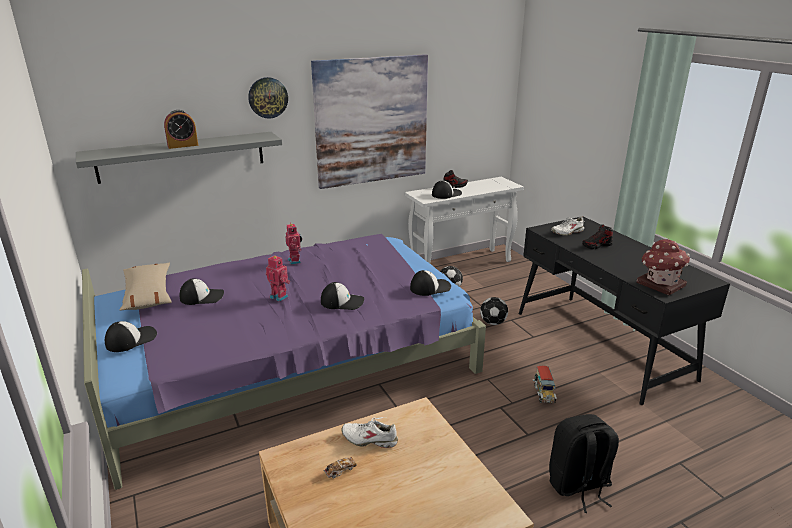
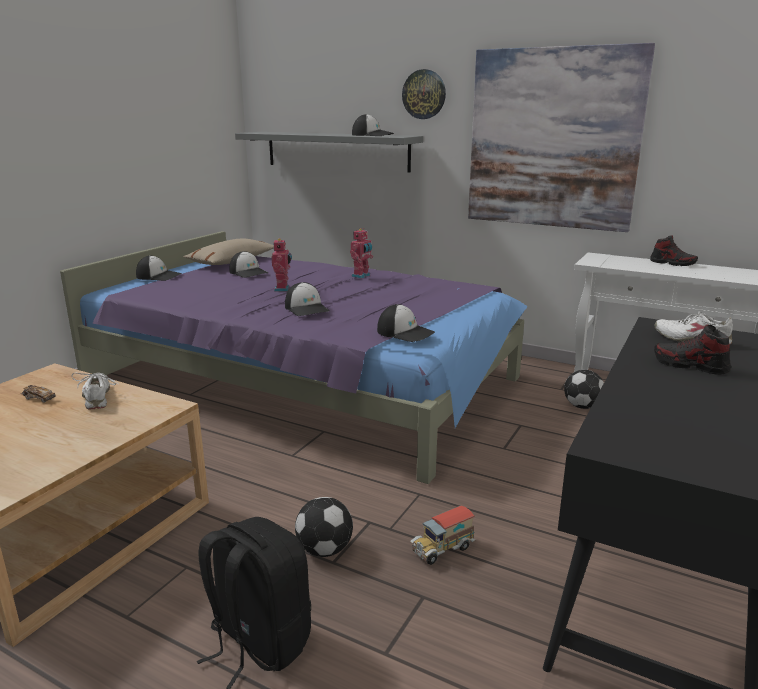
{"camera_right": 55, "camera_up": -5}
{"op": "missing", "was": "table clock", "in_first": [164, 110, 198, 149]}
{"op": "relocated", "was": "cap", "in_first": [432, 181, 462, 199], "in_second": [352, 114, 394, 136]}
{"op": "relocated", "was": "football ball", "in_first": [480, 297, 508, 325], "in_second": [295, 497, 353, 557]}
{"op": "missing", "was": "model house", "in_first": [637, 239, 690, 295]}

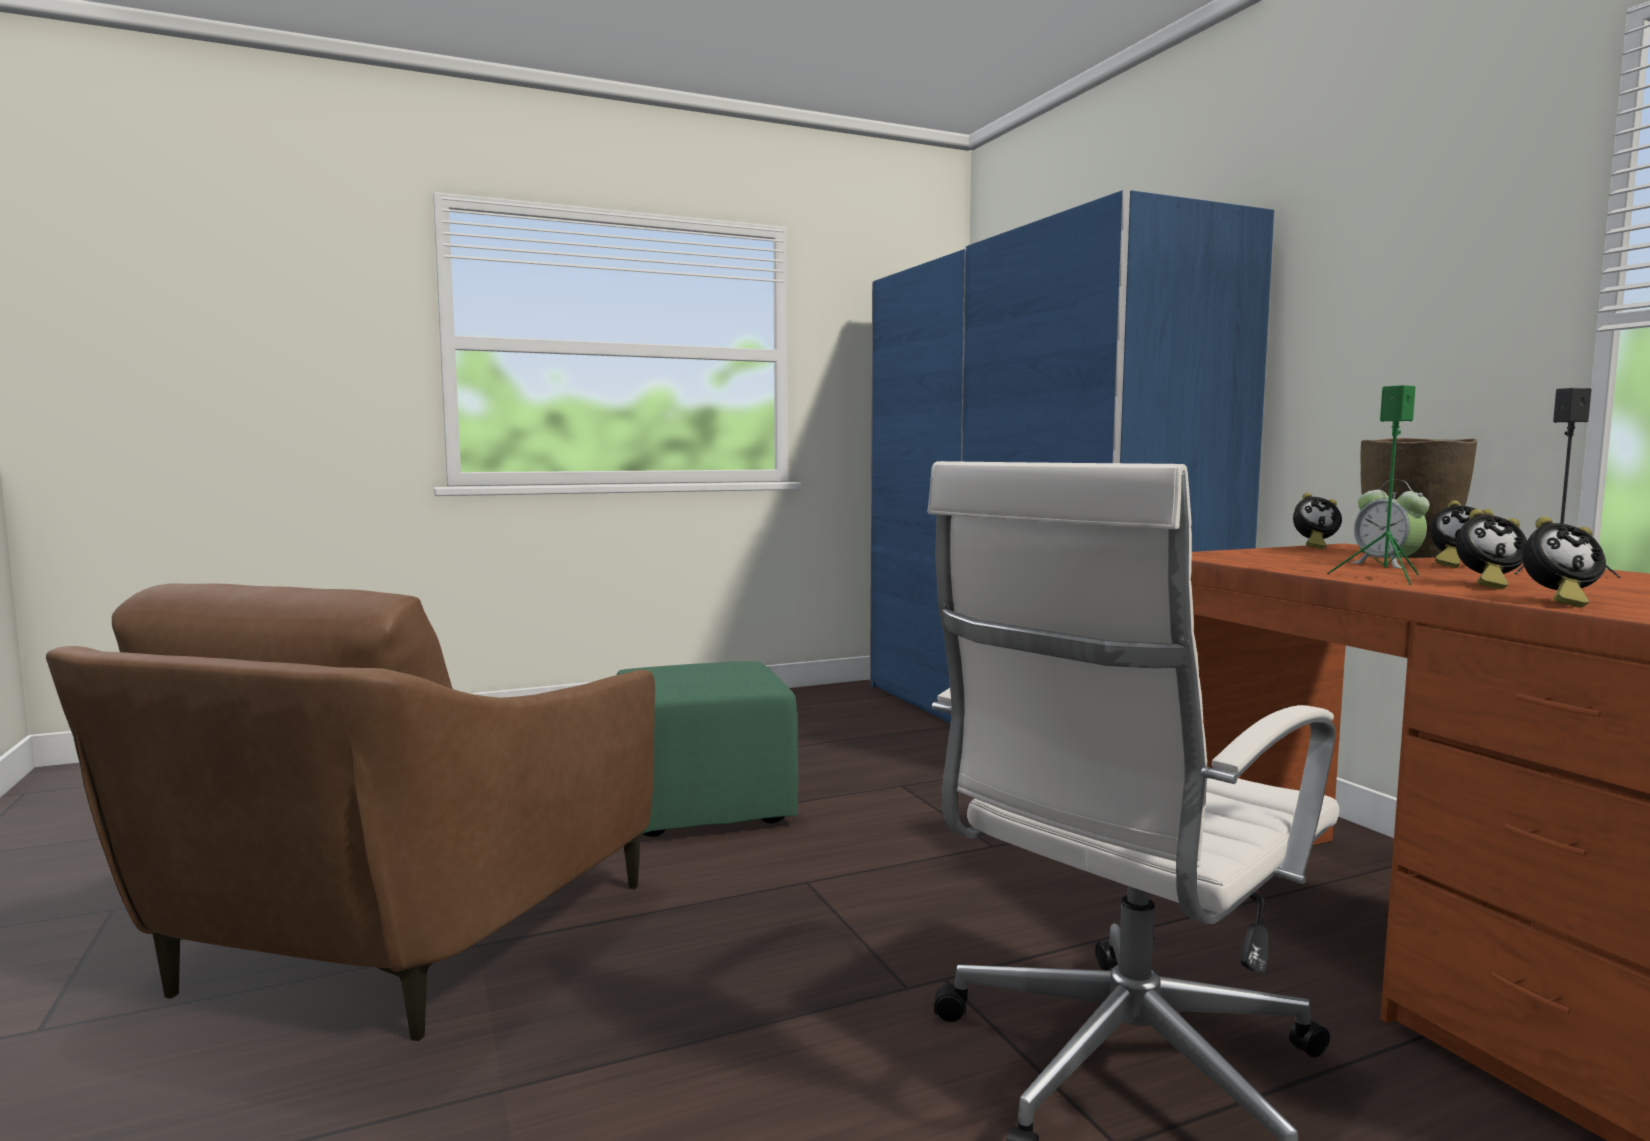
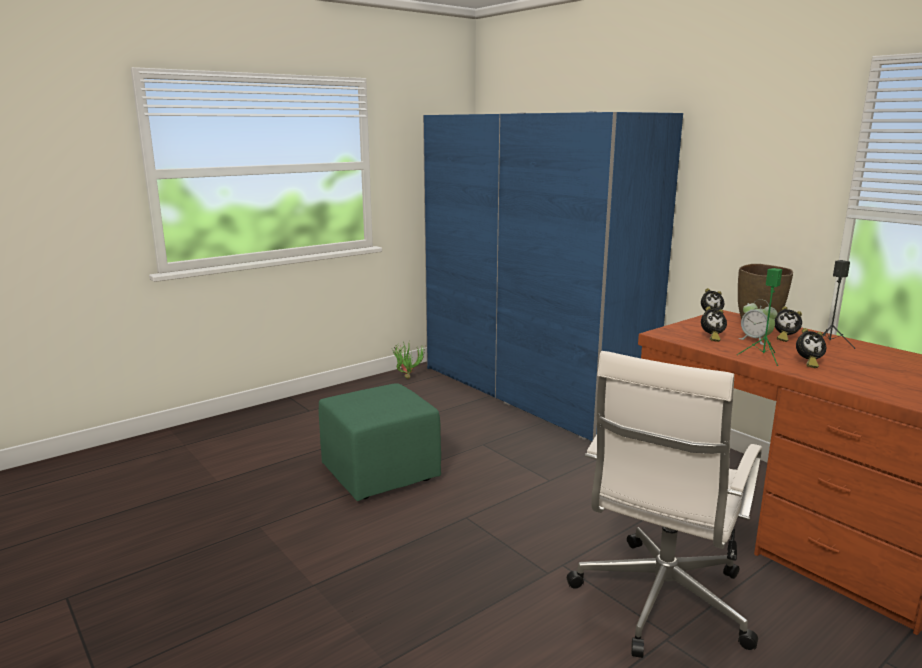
{"camera_right": -15, "camera_up": 10}
{"op": "missing", "was": "armchair in brown", "in_first": [46, 583, 655, 1041]}
{"op": "relocated", "was": "table clock", "in_first": [1522, 516, 1606, 607], "in_second": [701, 306, 727, 342]}
{"op": "appeared", "now": "plant in a pot", "in_second": [392, 344, 425, 379]}

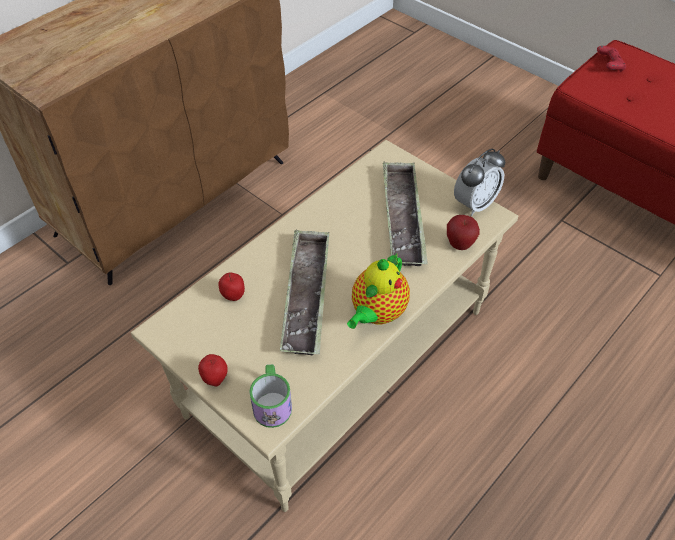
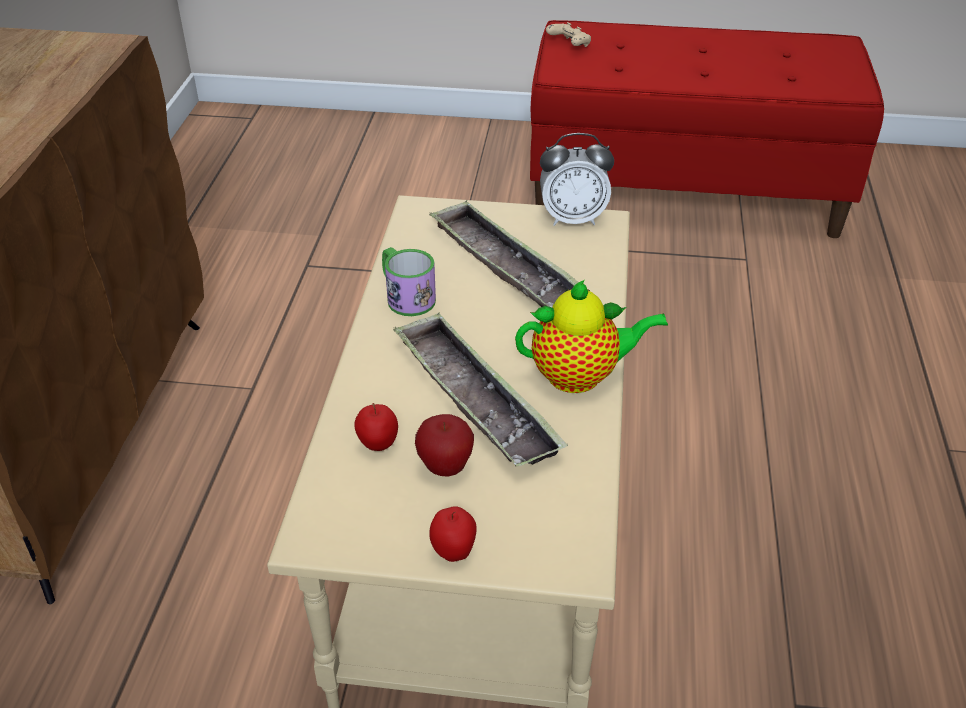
{"camera_right": -35, "camera_up": -10}
{"op": "relocated", "was": "tea mug", "in_first": [249, 364, 292, 428], "in_second": [382, 247, 436, 316]}
{"op": "spun", "was": "teapot", "in_first": [347, 253, 410, 329], "in_second": [515, 280, 668, 393], "clockwise": -90}
{"op": "relocated", "was": "apple", "in_first": [447, 215, 480, 250], "in_second": [415, 414, 474, 477]}
{"op": "spun", "was": "table clock", "in_first": [454, 148, 505, 216], "in_second": [540, 133, 614, 226], "clockwise": 75}
{"op": "colour", "was": "joypad in red", "now": "joypad in beige-coloured", "in_first": [597, 46, 626, 72], "in_second": [546, 22, 591, 47]}

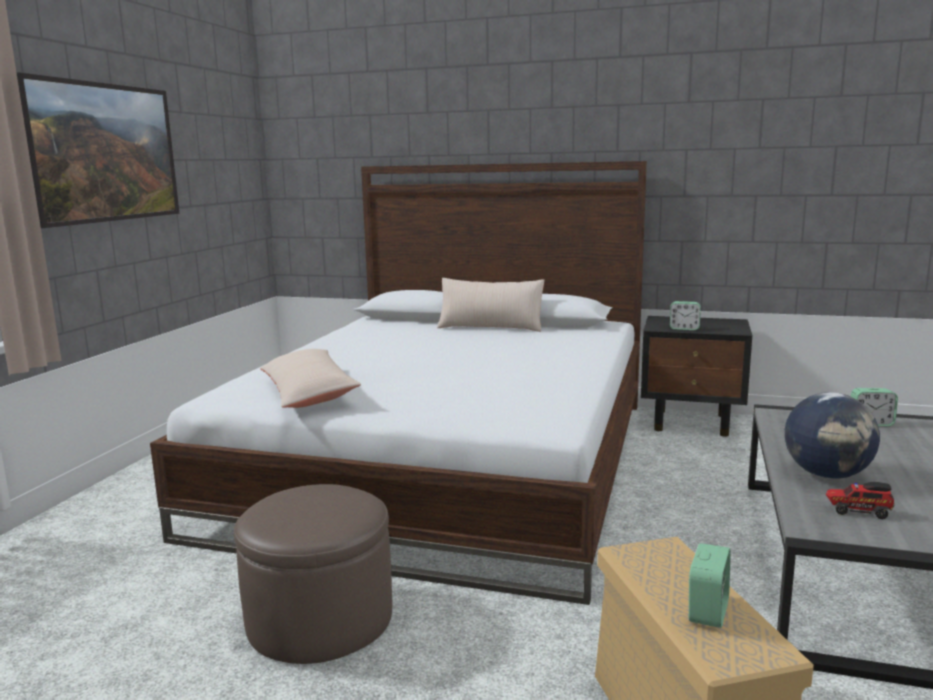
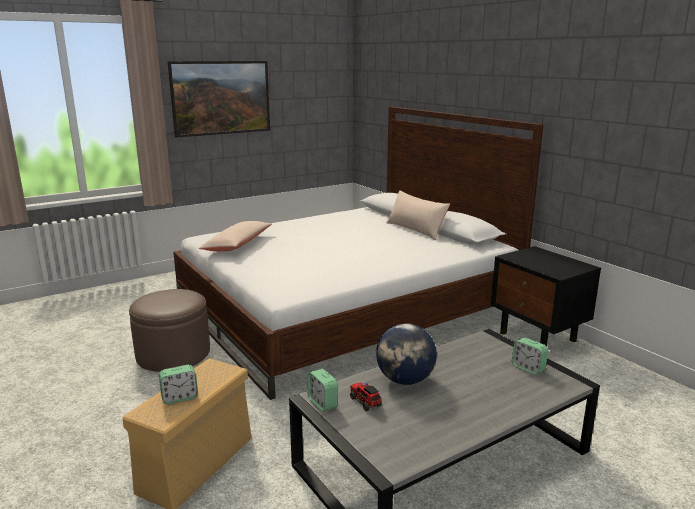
{"camera_right": 40, "camera_up": 5}
{"op": "relocated", "was": "table clock", "in_first": [670, 301, 701, 330], "in_second": [307, 369, 338, 411]}

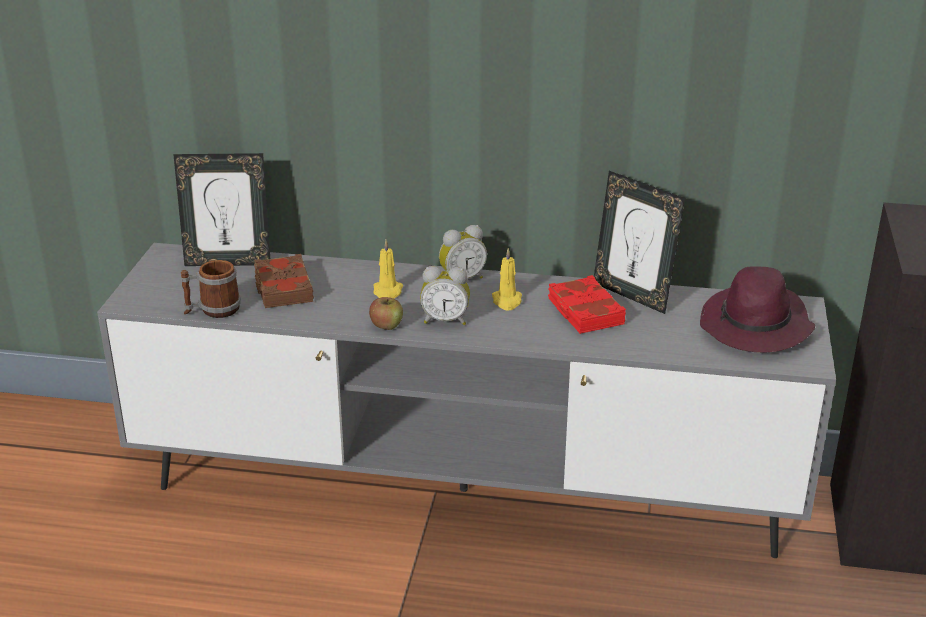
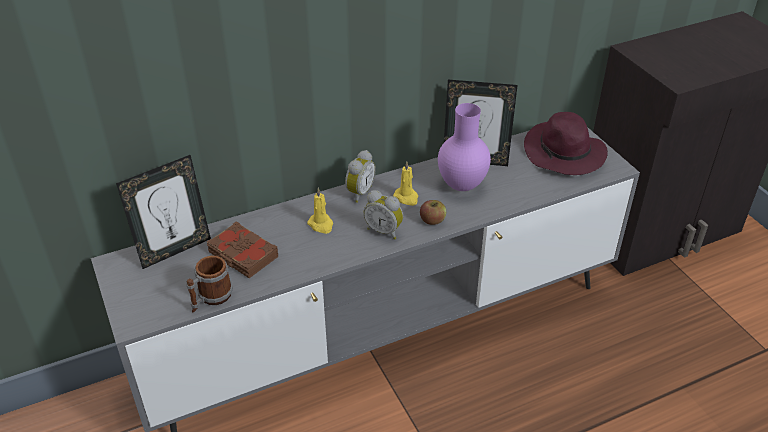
{"camera_right": -35, "camera_up": 10}
{"op": "relocated", "was": "apple", "in_first": [369, 297, 403, 330], "in_second": [420, 200, 446, 225]}
{"op": "spun", "was": "table clock", "in_first": [420, 266, 470, 325], "in_second": [364, 190, 403, 240], "clockwise": 60}
{"op": "exchanged", "was": "volume in red", "now": "decorative vase in purplish", "in_first": [548, 275, 626, 334], "in_second": [438, 103, 491, 191]}

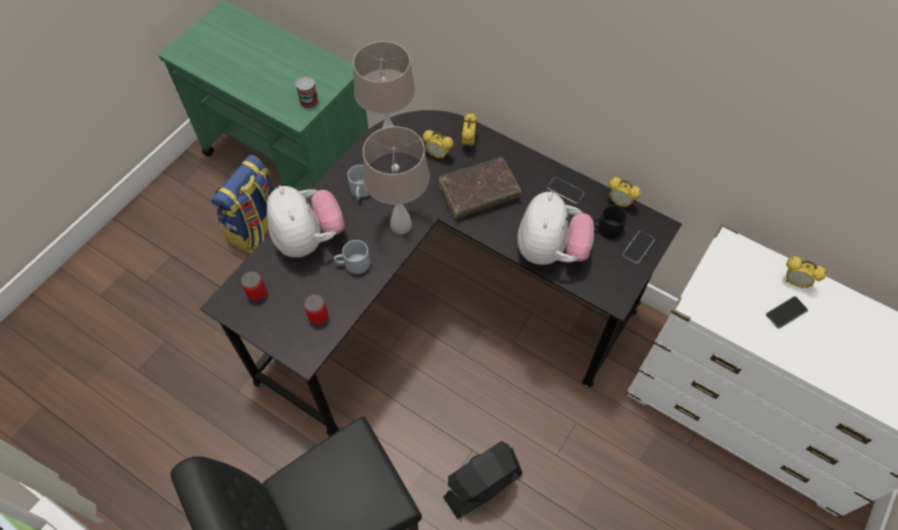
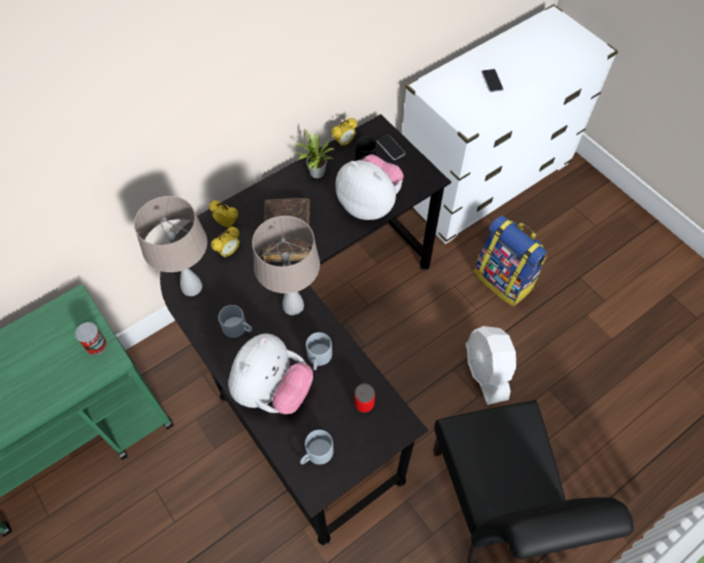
{"camera_right": -70, "camera_up": 0}
{"op": "relocated", "was": "knapsack", "in_first": [211, 155, 274, 254], "in_second": [474, 215, 547, 306]}
{"op": "exchanged", "was": "can", "now": "tea mug in gray", "in_first": [241, 271, 267, 301], "in_second": [300, 430, 334, 465]}
{"op": "spun", "was": "plush toy", "in_first": [267, 186, 345, 258], "in_second": [228, 334, 313, 414], "clockwise": 120}
{"op": "colour", "was": "cooling fan in blackish", "now": "cooling fan in whitish", "in_first": [443, 441, 522, 519], "in_second": [466, 326, 516, 405]}
{"op": "exchanged", "was": "handset", "now": "plant in a pot", "in_first": [547, 177, 584, 204], "in_second": [294, 128, 334, 178]}
{"op": "missing", "was": "table clock", "in_first": [786, 256, 827, 289]}

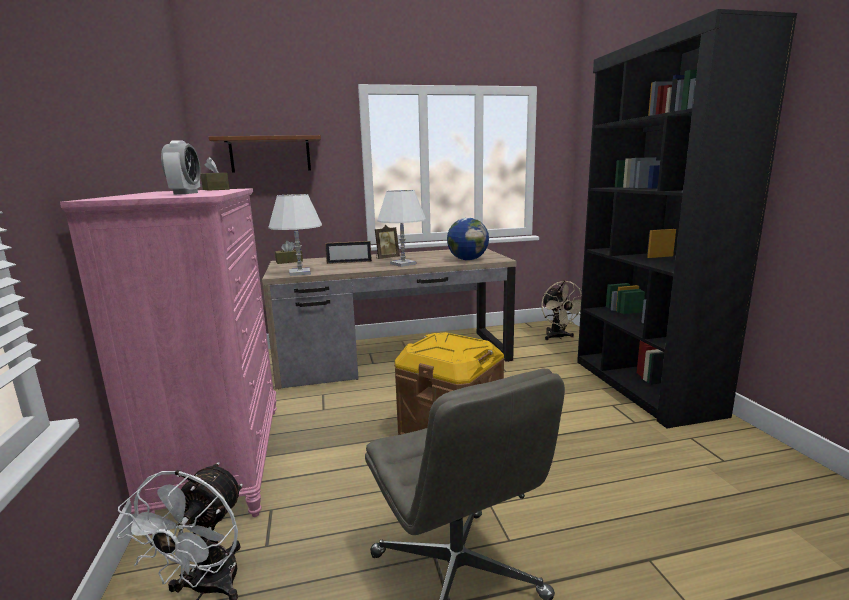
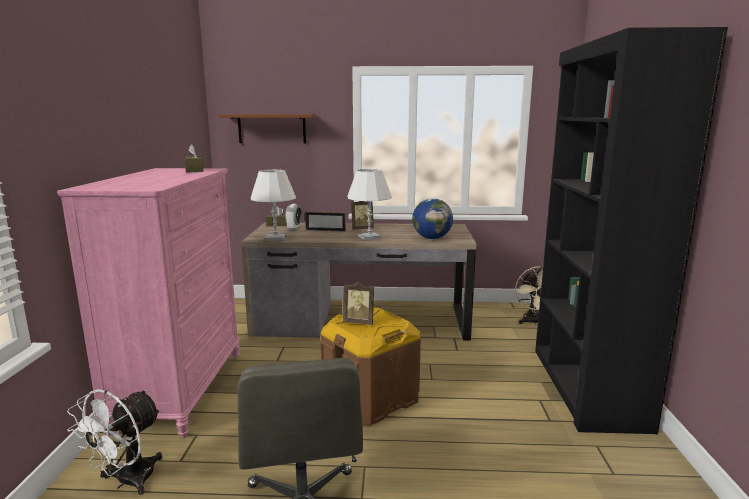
{"camera_right": 15, "camera_up": 0}
{"op": "relocated", "was": "table clock", "in_first": [161, 140, 200, 194], "in_second": [285, 204, 302, 230]}
{"op": "appeared", "now": "picture frame", "in_second": [343, 282, 374, 325]}

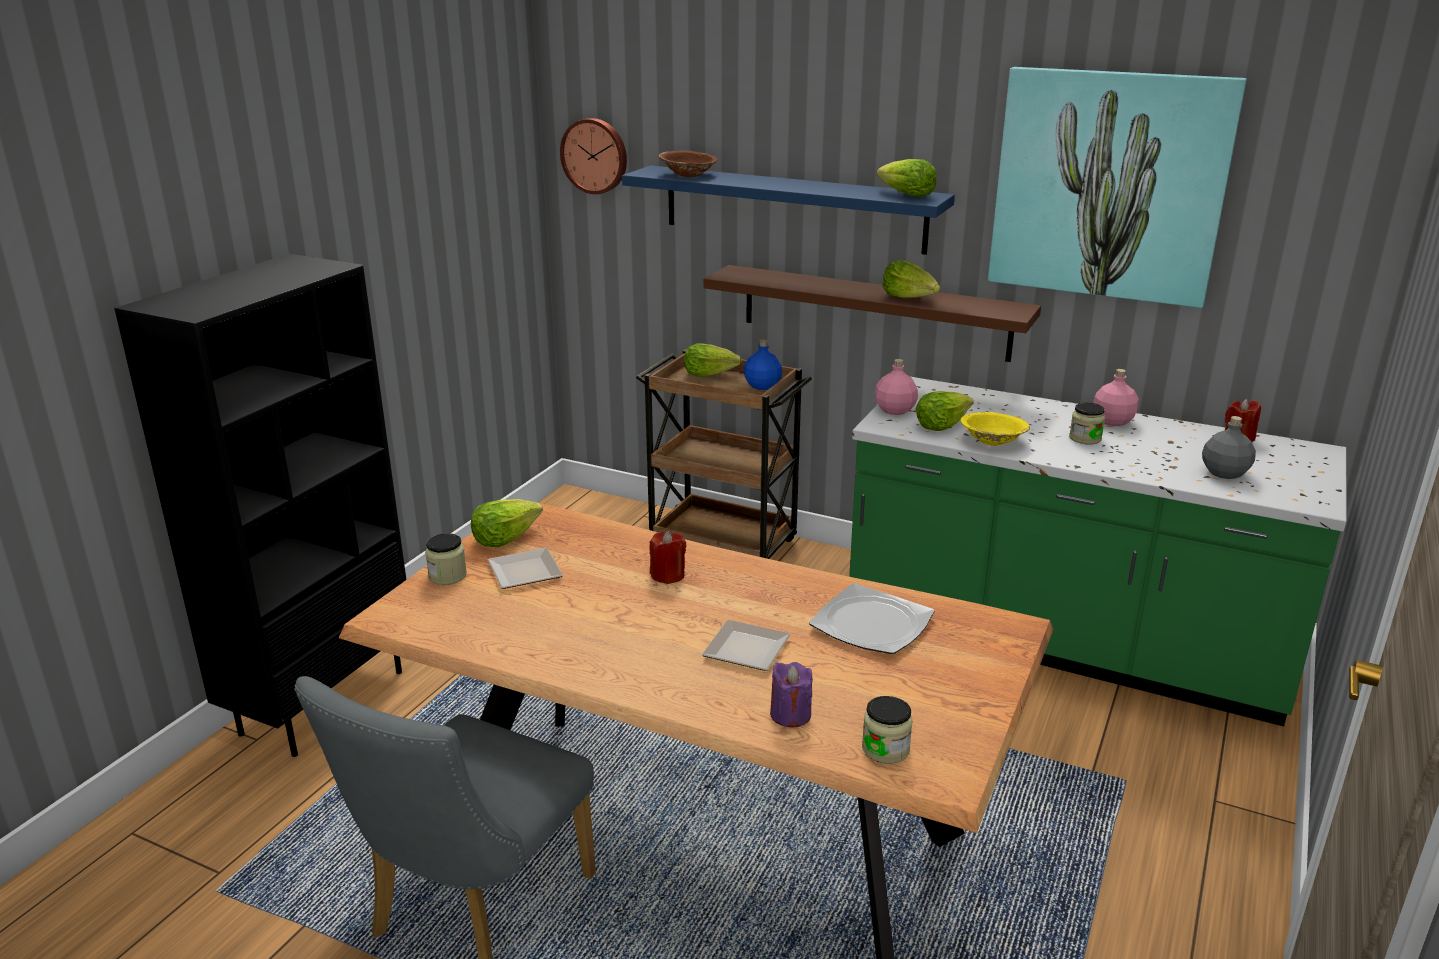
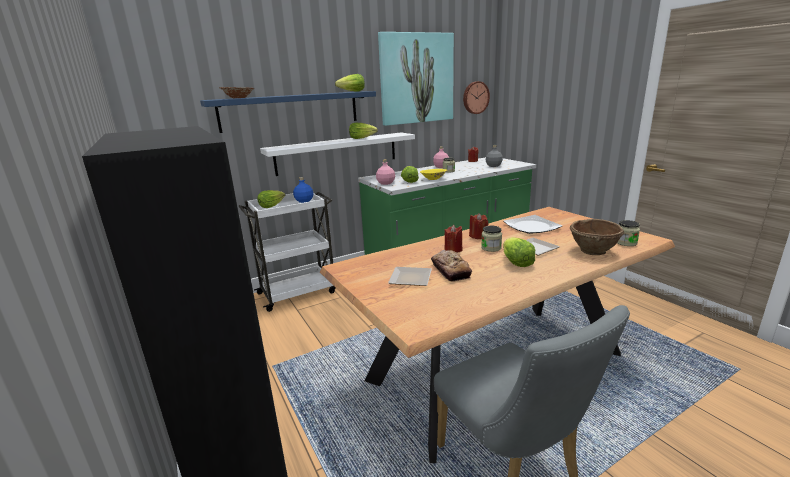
{"camera_right": -55, "camera_up": -5}
{"op": "relocated", "was": "storage jar", "in_first": [425, 533, 467, 585], "in_second": [481, 226, 502, 252]}
{"op": "relocated", "was": "head of lettuce", "in_first": [471, 499, 543, 547], "in_second": [503, 237, 535, 267]}
{"op": "relocated", "was": "clock on the wall", "in_first": [560, 118, 627, 194], "in_second": [463, 81, 490, 114]}
{"op": "colour", "was": "wheeled cart in brown", "now": "wheeled cart in whitish", "in_first": [636, 349, 812, 559], "in_second": [238, 192, 335, 312]}
{"op": "colour", "was": "wall shelf in brown", "now": "wall shelf in whitish", "in_first": [704, 265, 1041, 362], "in_second": [260, 132, 415, 176]}
{"op": "exchanged", "was": "candle in purplish", "now": "deep dish in brown", "in_first": [770, 662, 813, 727], "in_second": [570, 219, 624, 255]}
{"op": "appeared", "now": "bakery bread", "in_second": [431, 250, 472, 282]}
{"op": "appeared", "now": "candle in red", "in_second": [469, 213, 488, 239]}

